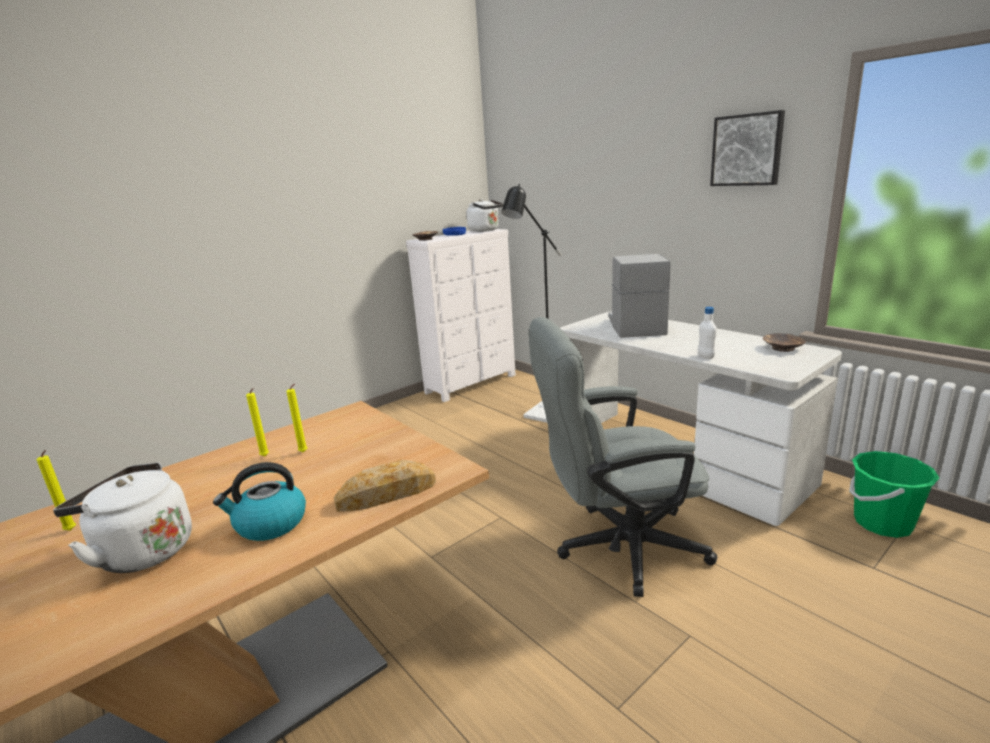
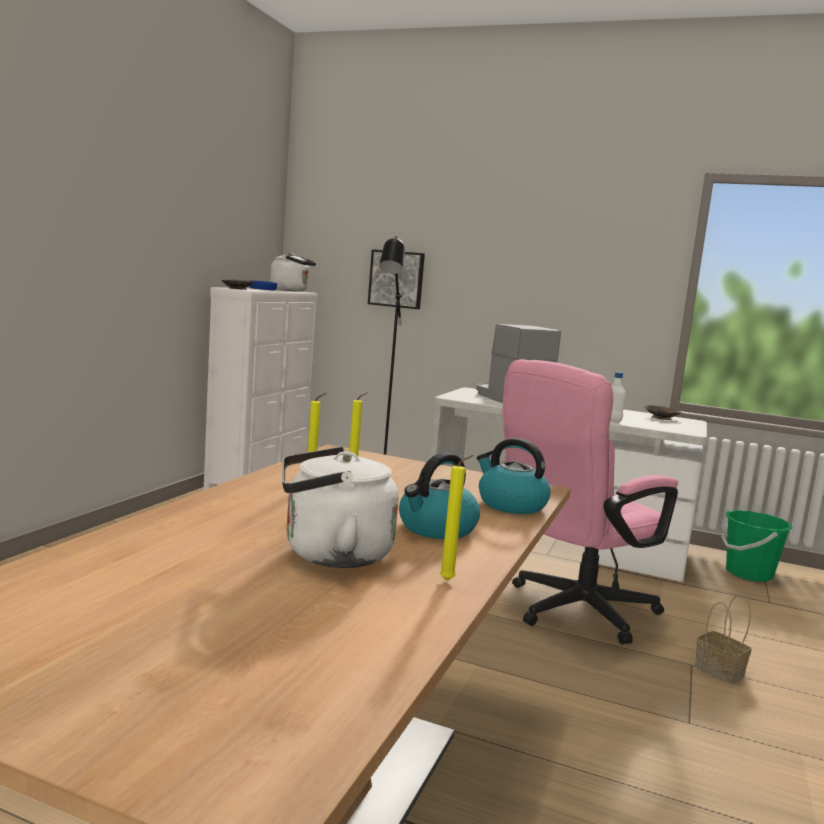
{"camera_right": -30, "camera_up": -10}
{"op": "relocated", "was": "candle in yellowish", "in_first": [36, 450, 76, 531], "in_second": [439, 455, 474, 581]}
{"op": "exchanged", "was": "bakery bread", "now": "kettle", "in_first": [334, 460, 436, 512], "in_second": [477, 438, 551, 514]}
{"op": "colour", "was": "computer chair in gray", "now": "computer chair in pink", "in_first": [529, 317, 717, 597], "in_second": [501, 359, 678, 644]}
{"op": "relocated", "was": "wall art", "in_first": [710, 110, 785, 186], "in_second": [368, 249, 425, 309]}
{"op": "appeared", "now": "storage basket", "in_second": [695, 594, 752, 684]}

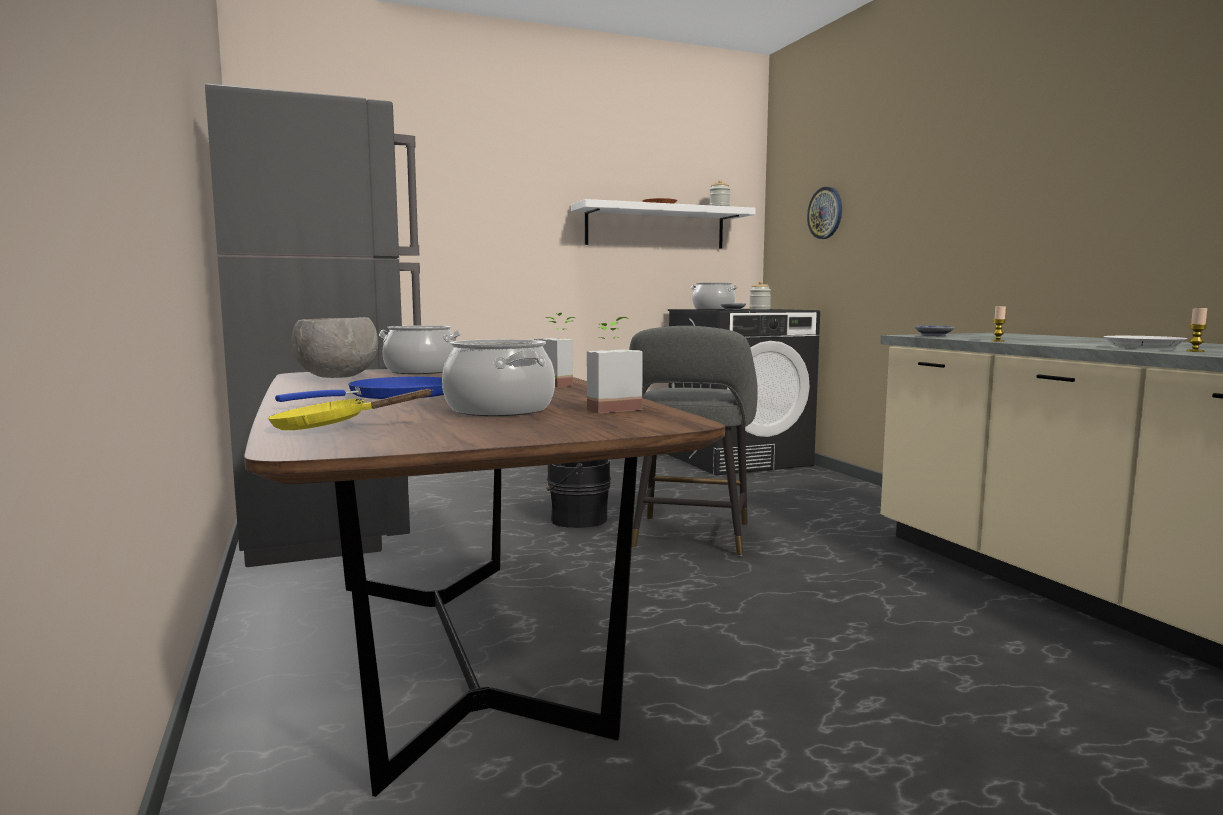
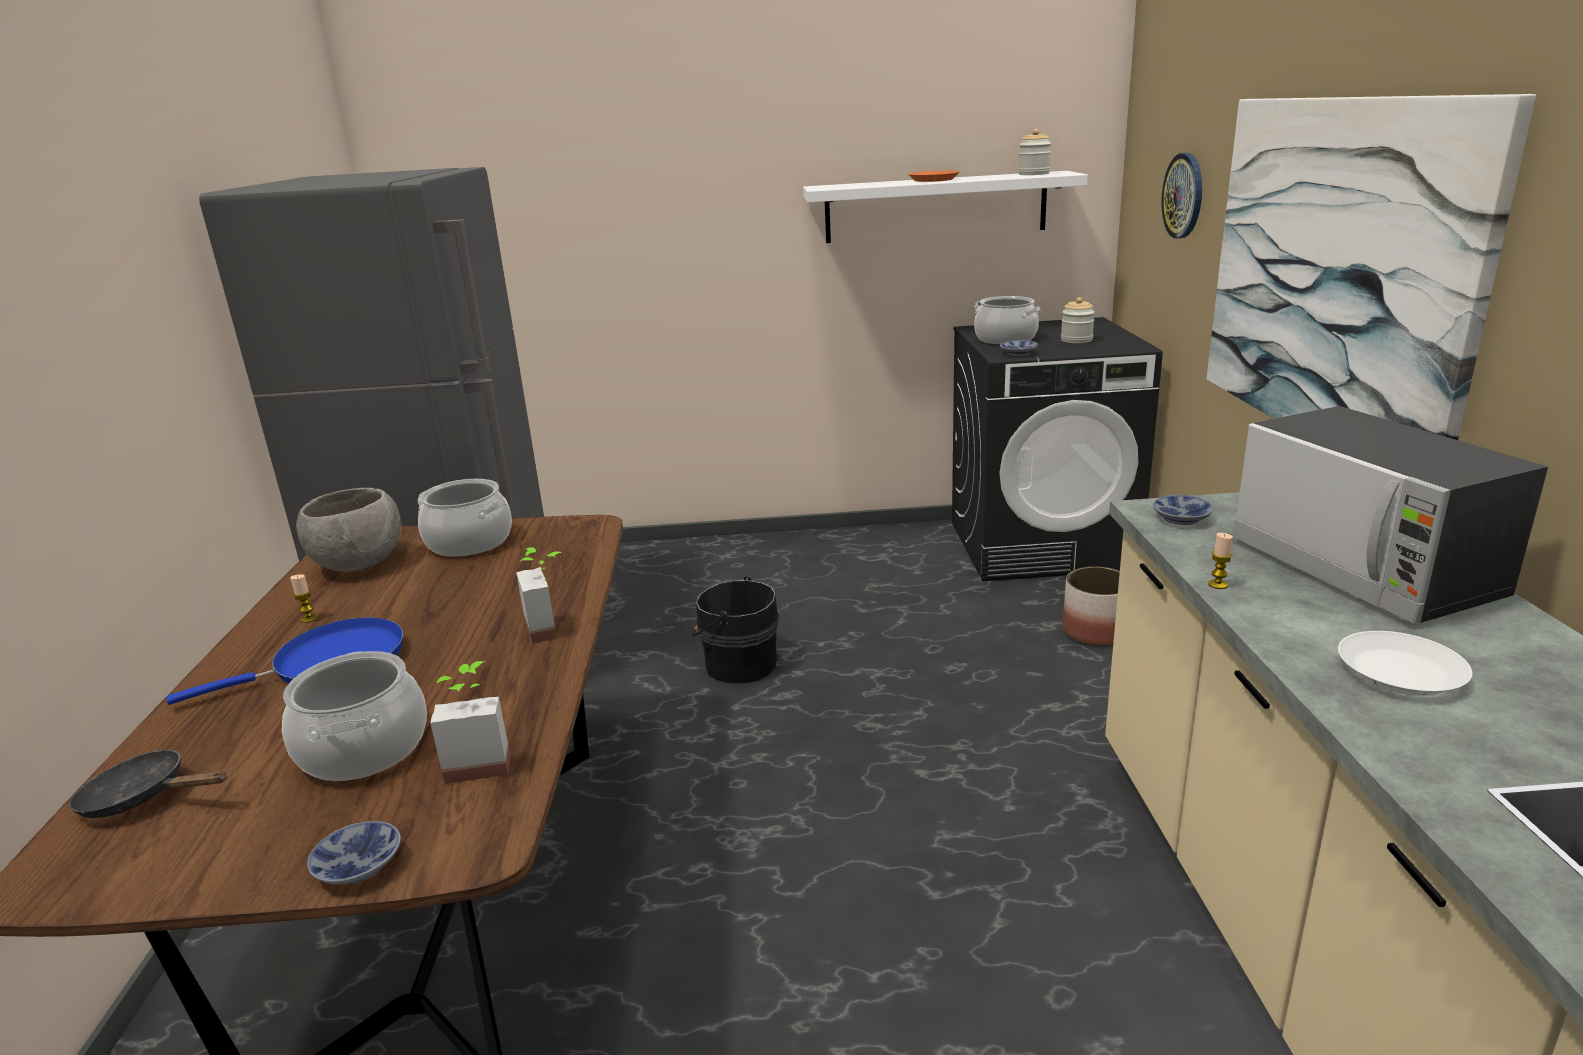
{"camera_right": 20, "camera_up": 15}
{"op": "colour", "was": "pan in yellowish", "now": "pan in blackish", "in_first": [268, 389, 433, 430], "in_second": [69, 749, 227, 818]}
{"op": "missing", "was": "sitting stool in gray", "in_first": [629, 326, 758, 556]}
{"op": "relocated", "was": "candle", "in_first": [1186, 308, 1208, 352], "in_second": [290, 574, 318, 623]}
{"op": "appeared", "now": "deep dish", "in_second": [307, 821, 401, 885]}
{"op": "appeared", "now": "planter", "in_second": [1063, 566, 1120, 646]}
{"op": "appeared", "now": "wall art", "in_second": [1206, 94, 1536, 440]}
{"op": "appeared", "now": "microwave", "in_second": [1232, 406, 1548, 624]}

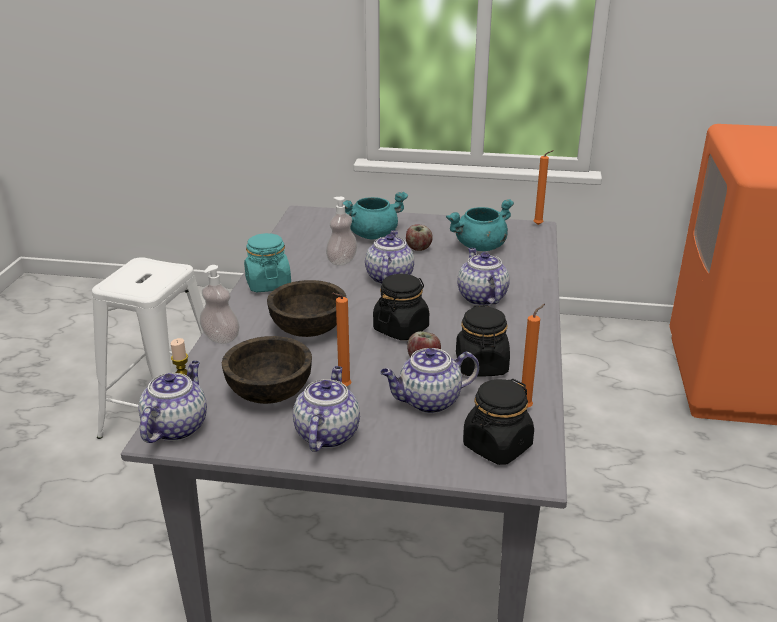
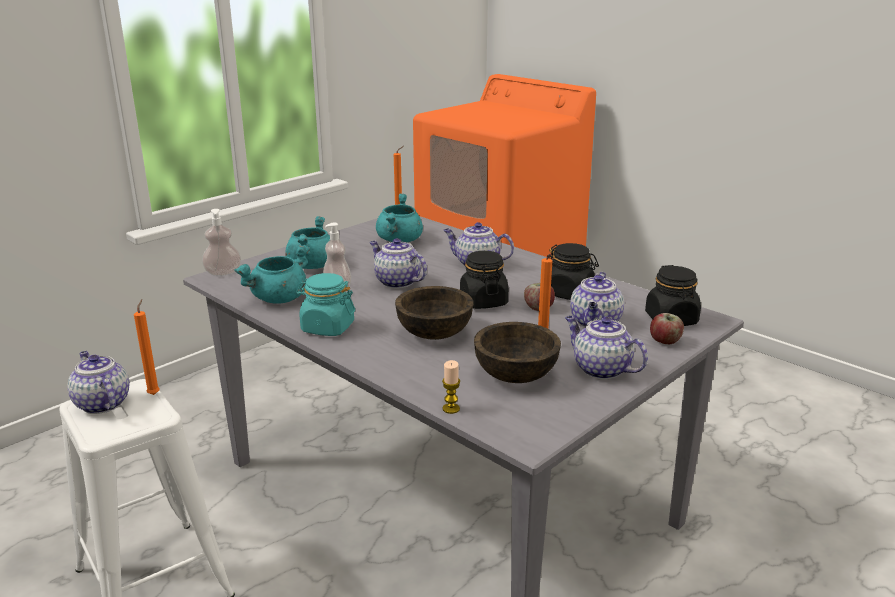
{"camera_right": -55, "camera_up": -5}
{"op": "relocated", "was": "teapot", "in_first": [138, 361, 207, 443], "in_second": [67, 351, 130, 414]}
{"op": "relocated", "was": "liquid soap bottle", "in_first": [200, 265, 240, 344], "in_second": [202, 209, 241, 276]}
{"op": "relocated", "was": "apple", "in_first": [406, 225, 433, 251], "in_second": [650, 313, 684, 344]}
{"op": "relocated", "was": "candle in orange-coloured", "in_first": [522, 304, 545, 408], "in_second": [134, 299, 160, 395]}
{"op": "appeared", "now": "saucepot in turquoise-coloured", "in_second": [234, 245, 310, 304]}

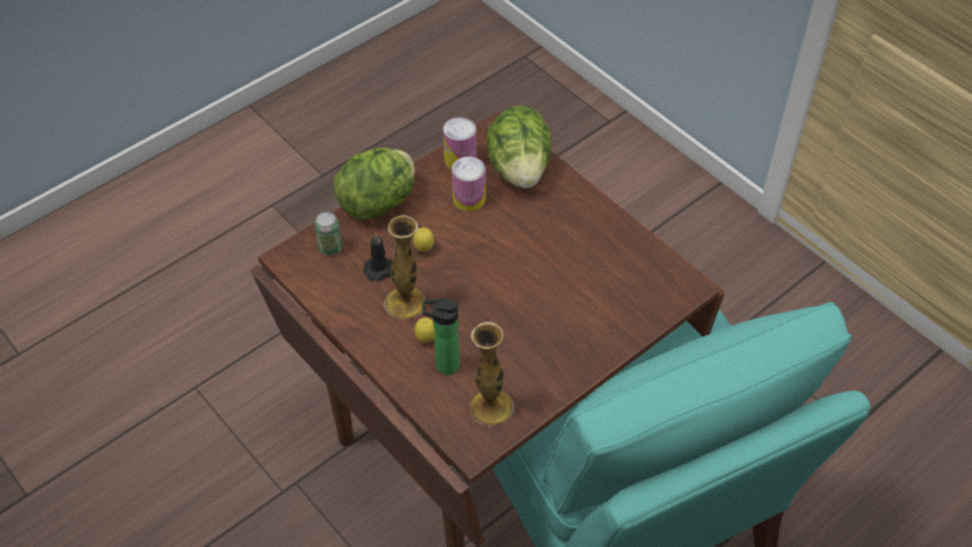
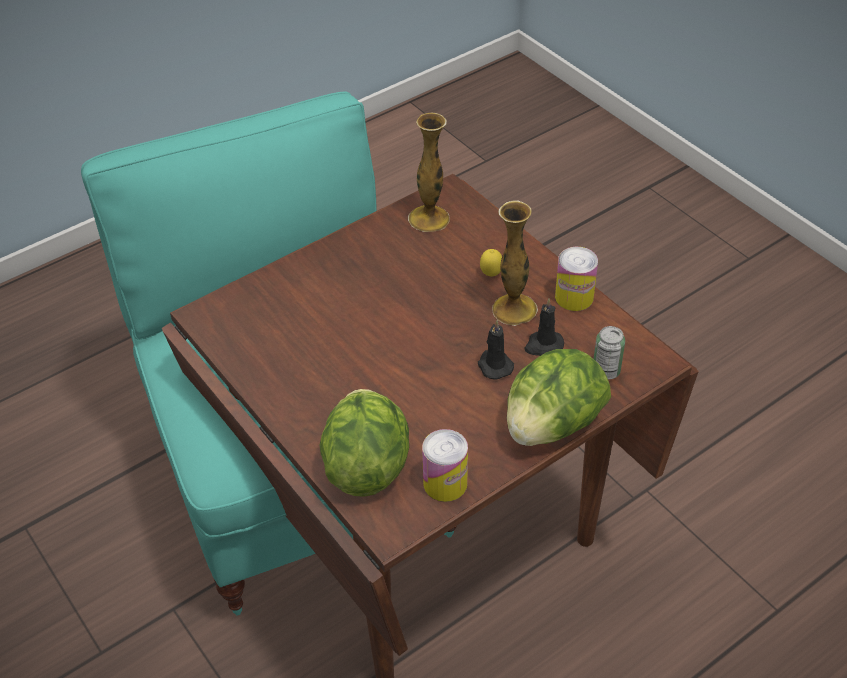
{"camera_right": -175, "camera_up": -5}
{"op": "exchanged", "was": "lemon", "now": "candle in blackish", "in_first": [413, 228, 434, 252], "in_second": [478, 320, 514, 380]}
{"op": "missing", "was": "drink bottle", "in_first": [423, 298, 460, 375]}
{"op": "relocated", "was": "can", "in_first": [452, 156, 486, 211], "in_second": [555, 247, 598, 311]}

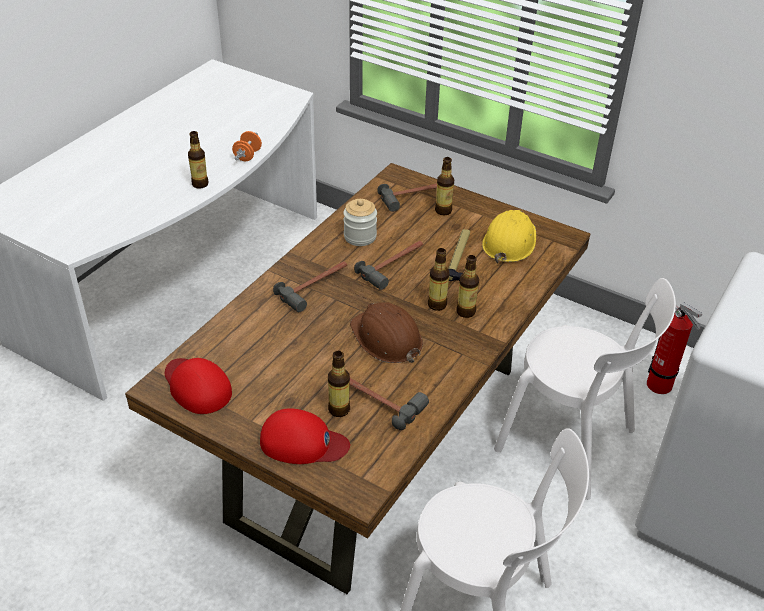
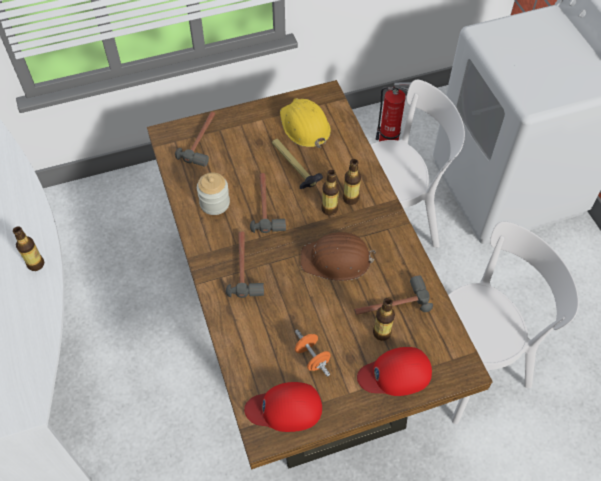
{"camera_right": -50, "camera_up": 15}
{"op": "relocated", "was": "free weight in orange-coloured", "in_first": [232, 131, 262, 161], "in_second": [295, 329, 331, 377]}
{"op": "spun", "was": "cap in red", "in_first": [260, 409, 350, 464], "in_second": [357, 347, 432, 396], "clockwise": -150}
{"op": "missing", "was": "drink bottle", "in_first": [435, 157, 454, 215]}

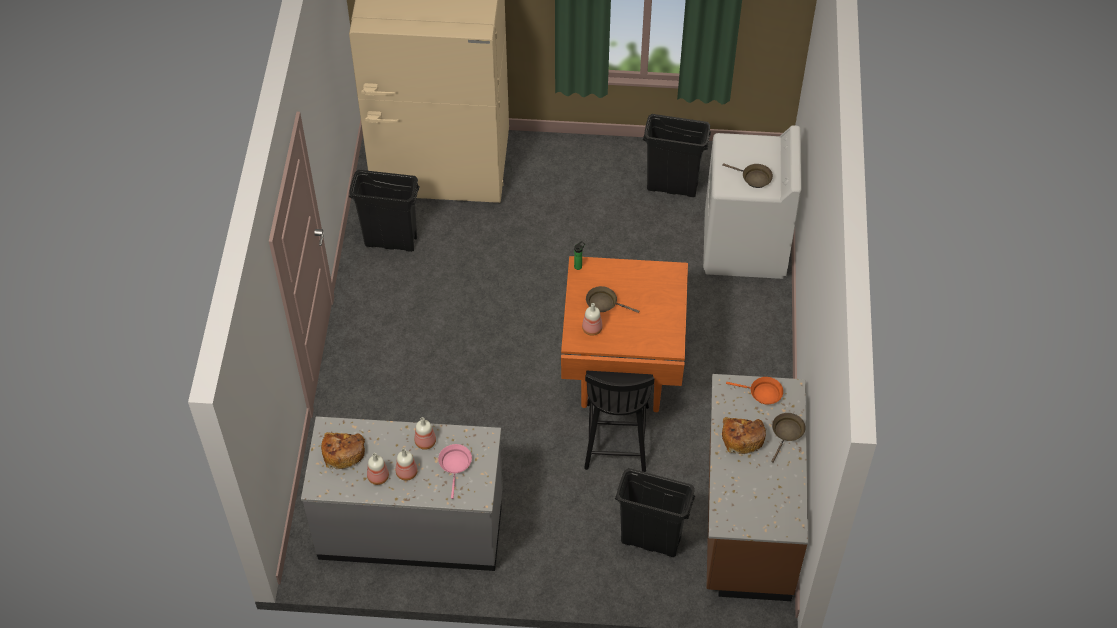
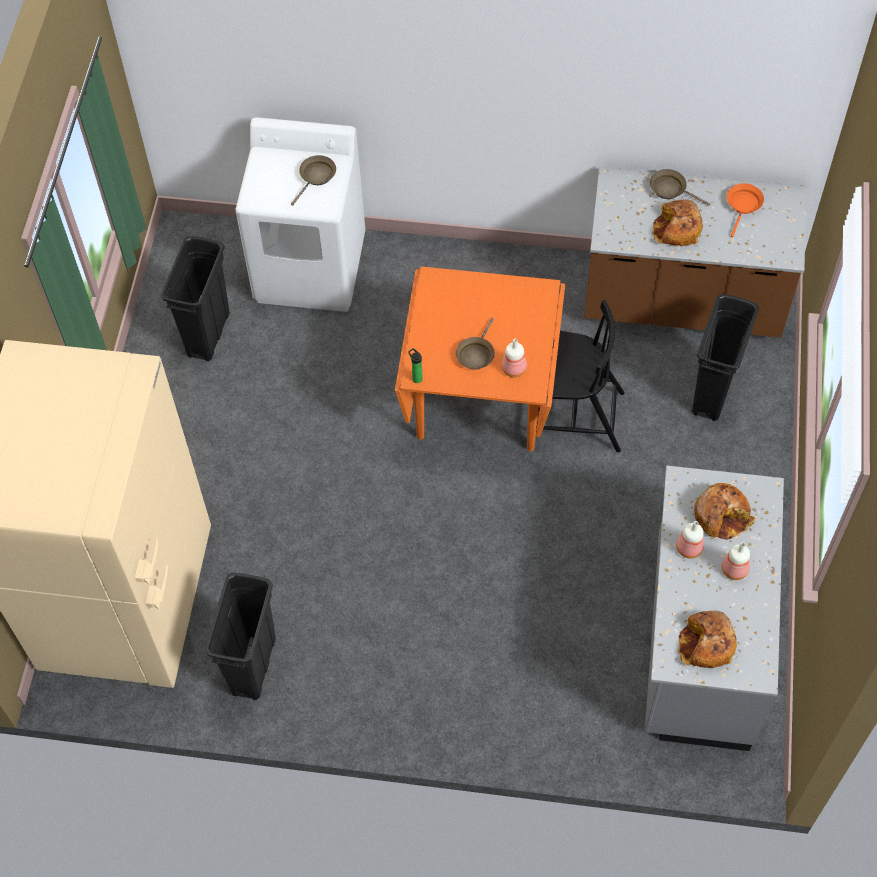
{"camera_right": -85, "camera_up": 5}
{"op": "missing", "was": "drink bottle", "in_first": [367, 453, 389, 485]}
{"op": "exchanged", "was": "pan in pink", "now": "bakery bread", "in_first": [438, 444, 472, 499], "in_second": [694, 483, 755, 540]}
{"op": "relocated", "was": "pan in orange-coloured", "in_first": [726, 377, 783, 404], "in_second": [727, 183, 764, 237]}

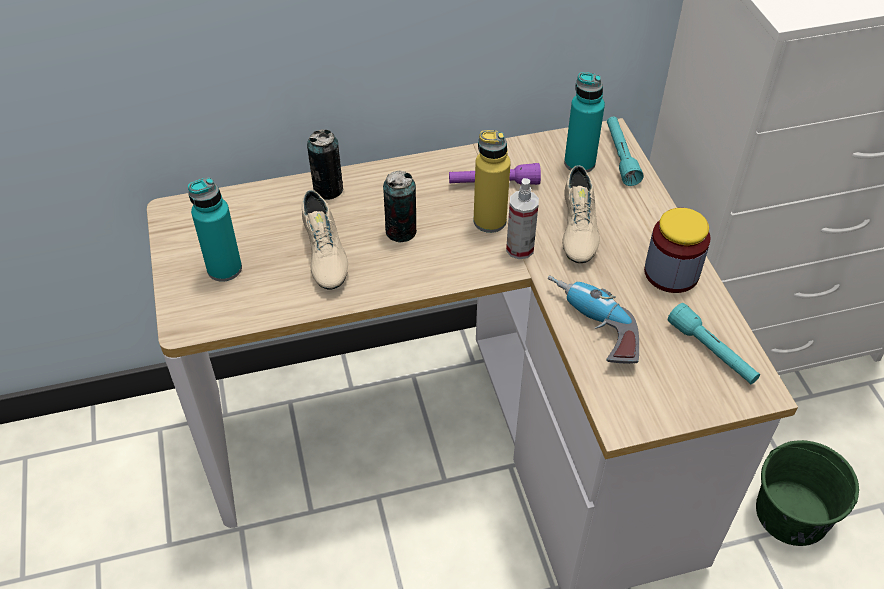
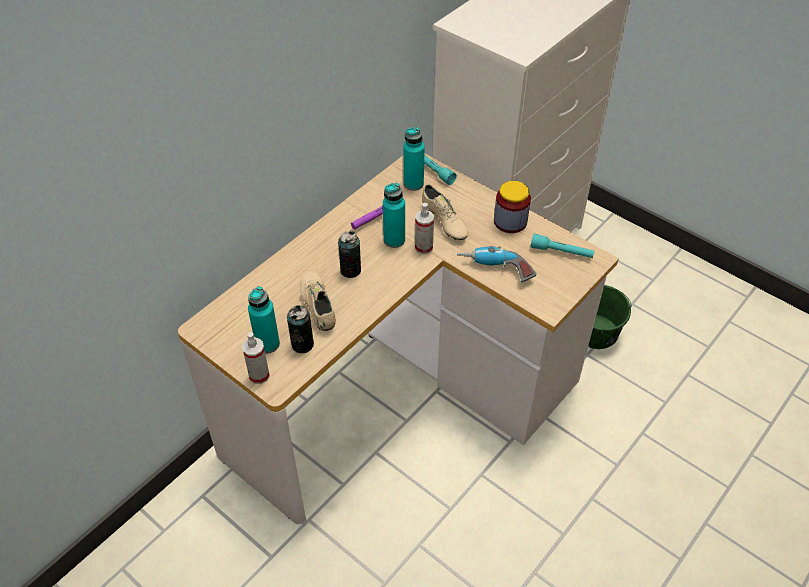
{"camera_right": -35, "camera_up": 0}
{"op": "spun", "was": "item of footwear in beige-coloured", "in_first": [302, 190, 348, 289], "in_second": [300, 271, 336, 331], "clockwise": -150}
{"op": "relocated", "was": "can", "in_first": [307, 129, 344, 200], "in_second": [287, 305, 314, 353]}
{"op": "colour", "was": "drink bottle in yellowish", "now": "drink bottle in turquoise-coloured", "in_first": [473, 130, 511, 233], "in_second": [383, 183, 405, 248]}
{"op": "appeared", "now": "spray bottle", "in_second": [242, 332, 270, 384]}

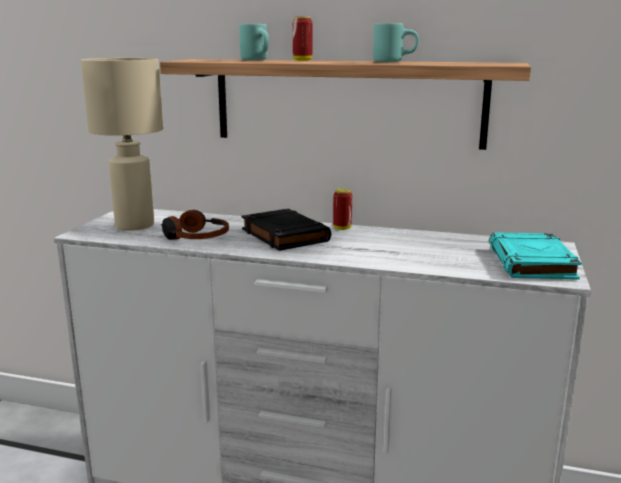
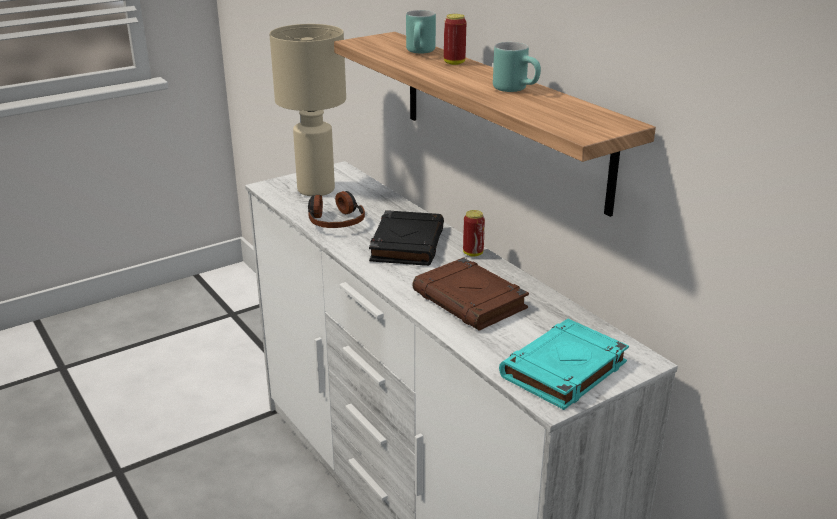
{"camera_right": 40, "camera_up": 10}
{"op": "appeared", "now": "volume in brown", "in_second": [413, 257, 529, 330]}

